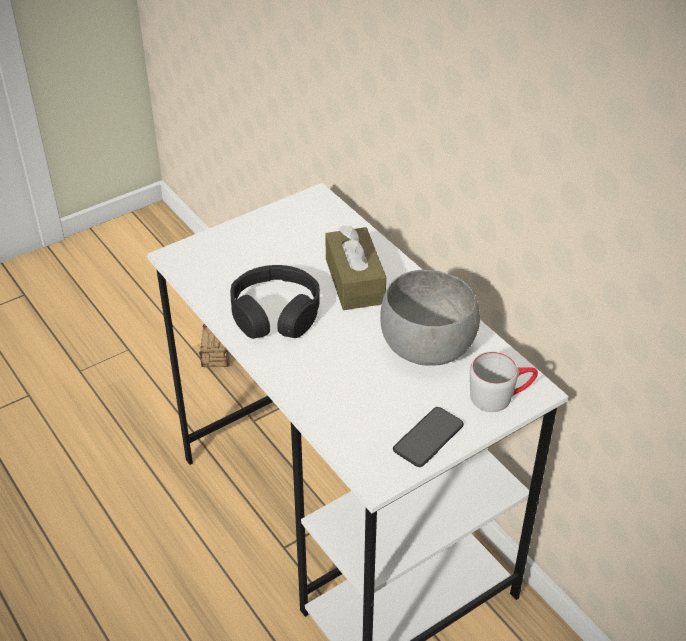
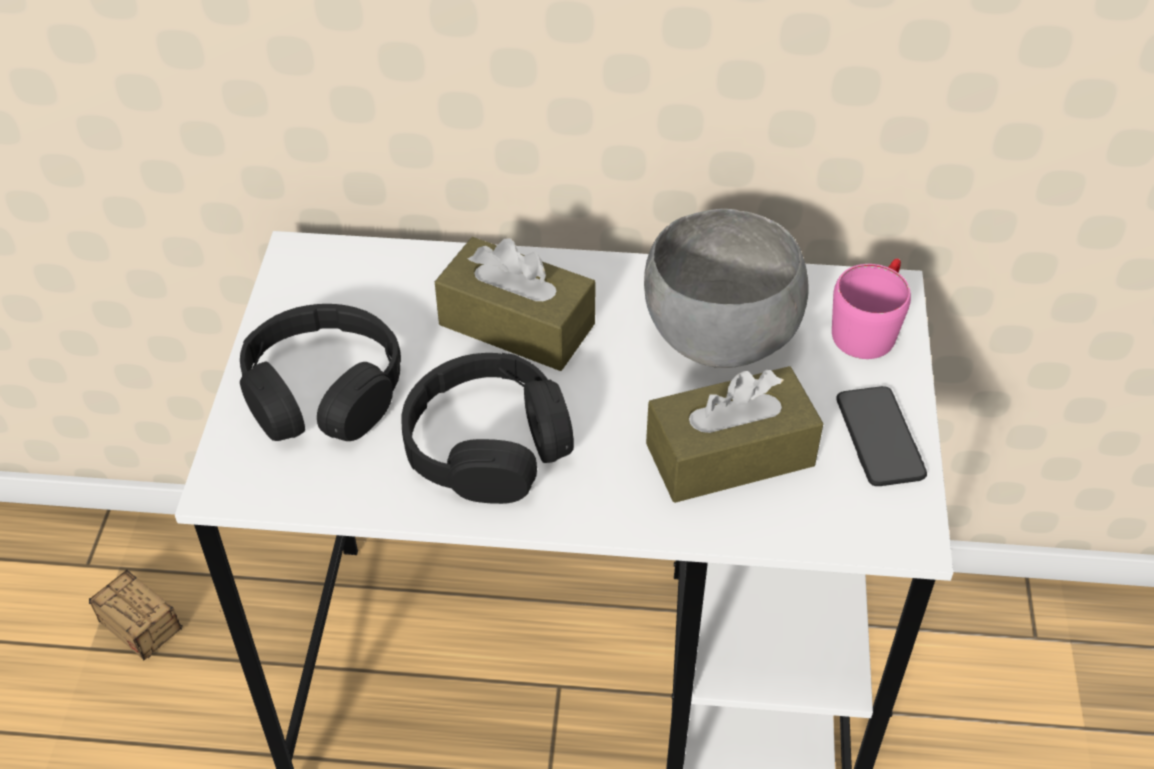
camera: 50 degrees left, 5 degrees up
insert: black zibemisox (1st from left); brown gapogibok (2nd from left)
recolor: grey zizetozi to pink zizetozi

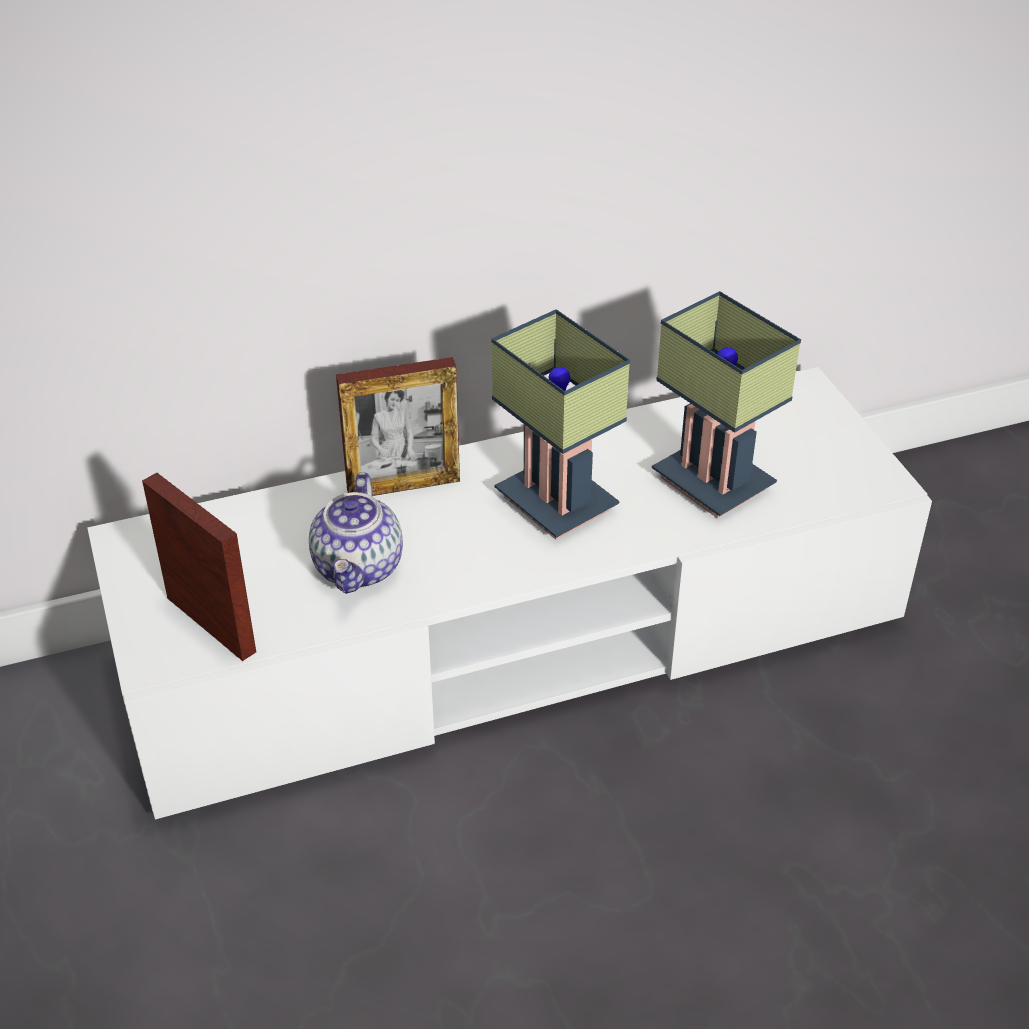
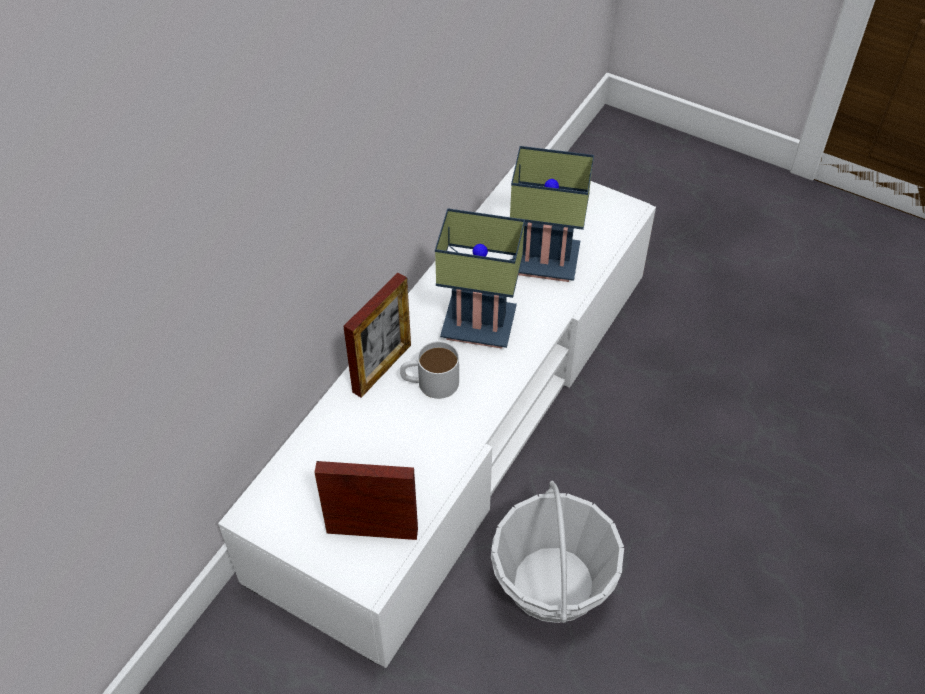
camera: 40 degrees left, 10 degrees up
delete: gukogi
insert: white zizetozi; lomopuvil

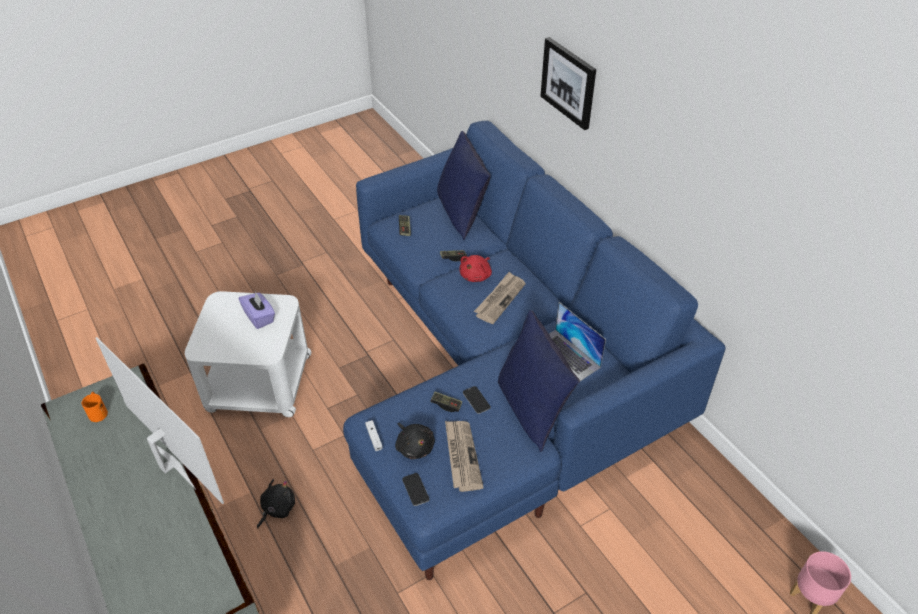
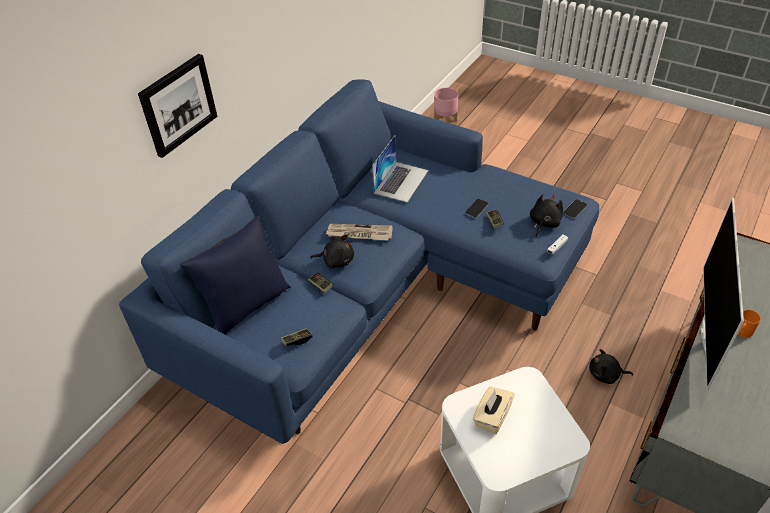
camera: 115 degrees left, 0 degrees up
delete: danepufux (1st from left); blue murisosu (2nd from left)
move: orange zizetozi
recolor: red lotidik to black lotidik (1st from left); purple gapogibok to beige gapogibok

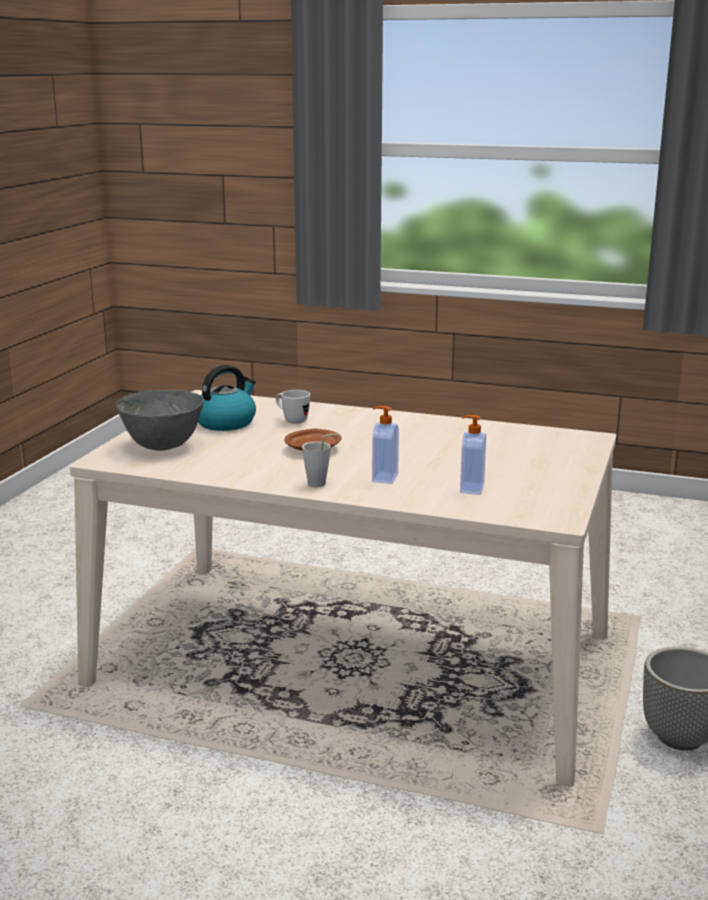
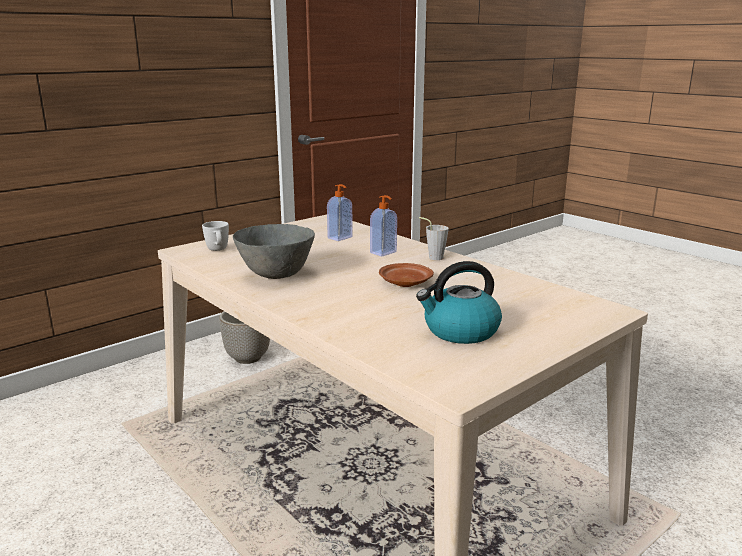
camera: 150 degrees left, 0 degrees up
move: white zizetozi; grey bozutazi

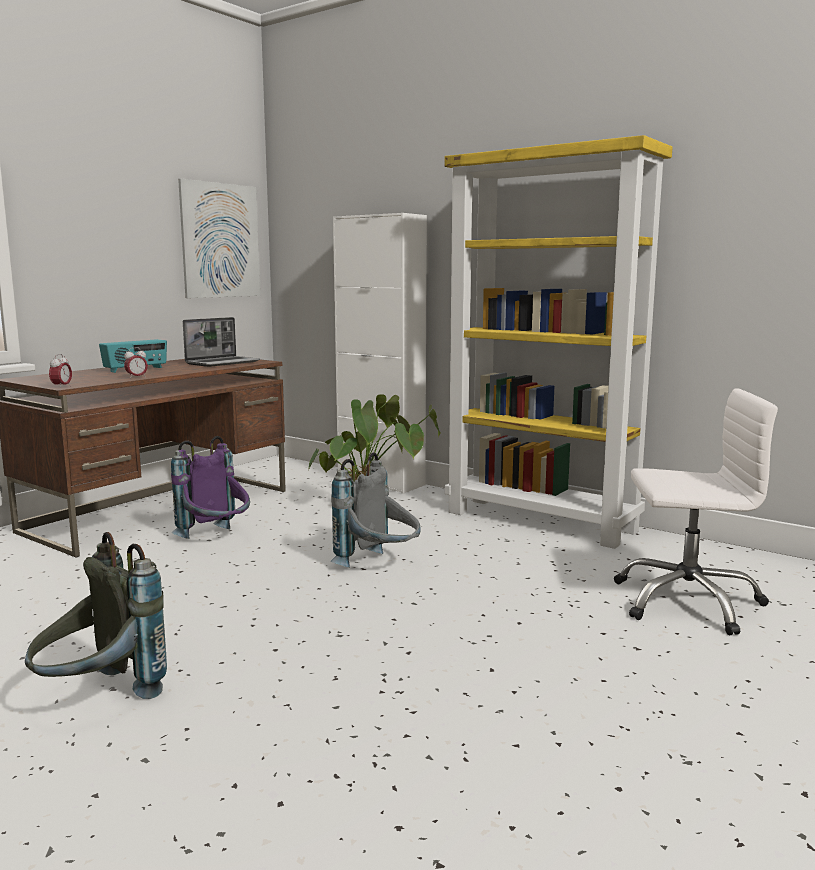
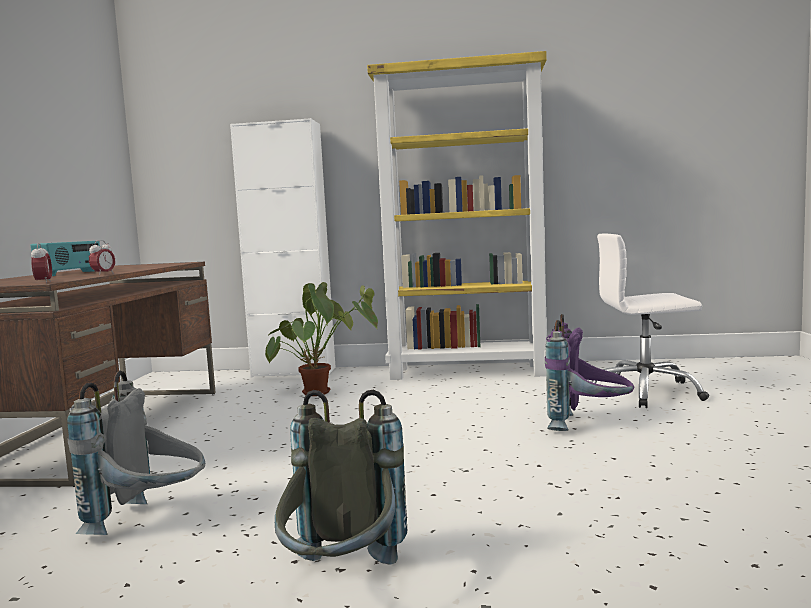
camera: 30 degrees left, 5 degrees down
delete: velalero; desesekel
move: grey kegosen (2nd from left in the first image) to grey kegosen (1st from left); purple kegosen
rotate: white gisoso 150 degrees counterclockwise

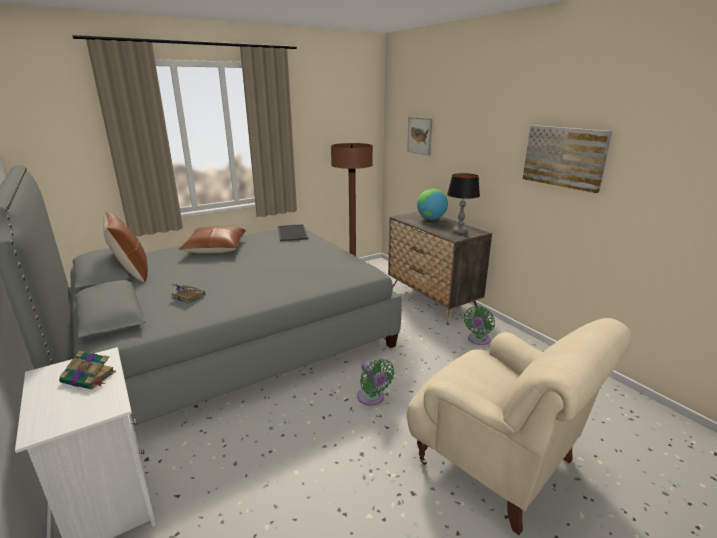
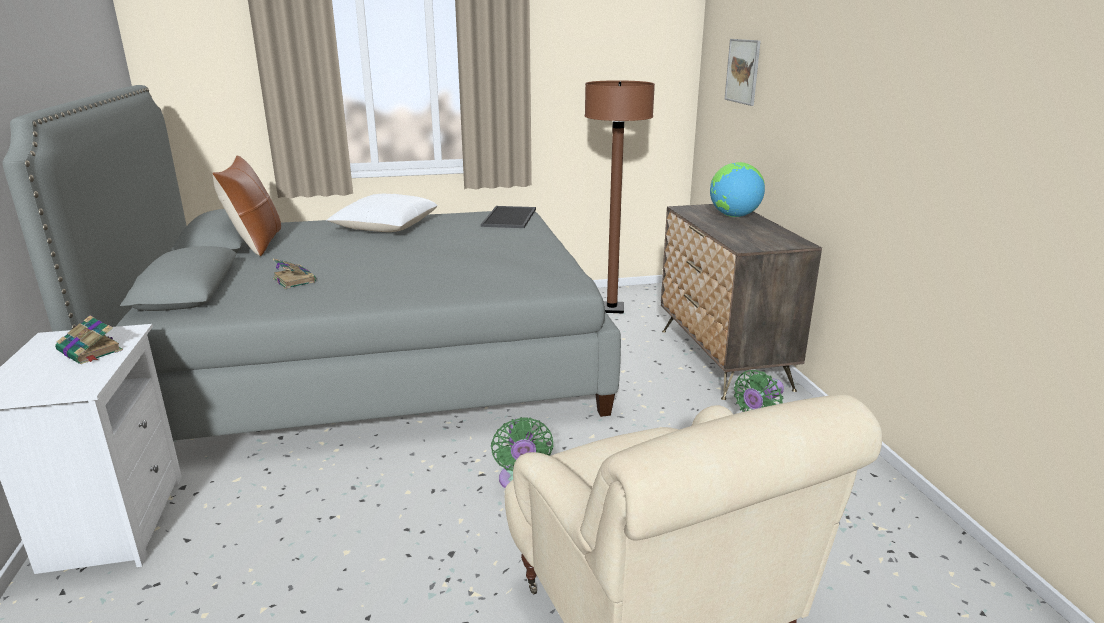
camera: 20 degrees right, 0 degrees up
delete: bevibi; velalero (2nd from left)
recolor: brown murisosu (2nd from left) to white murisosu

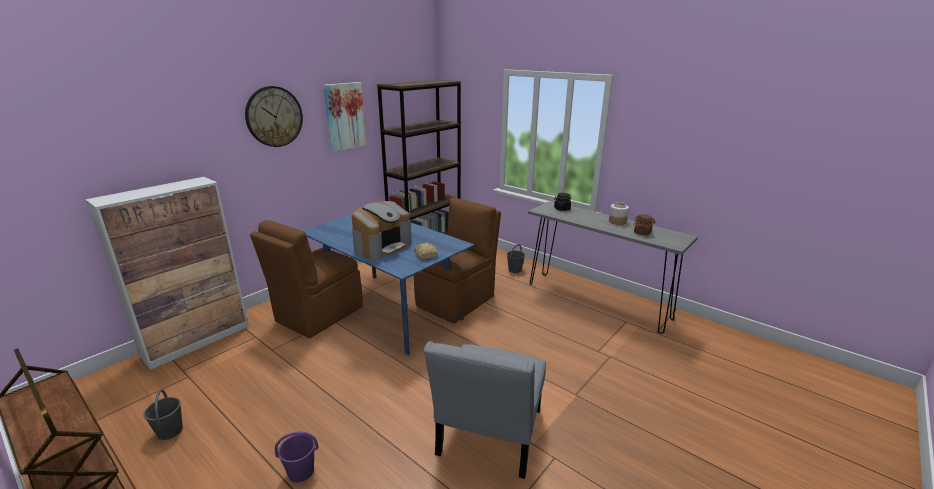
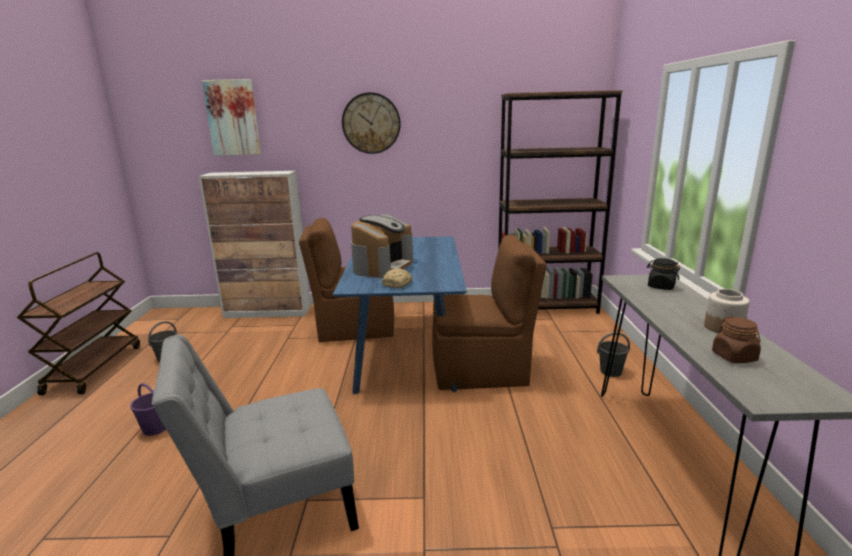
camera: 50 degrees right, 5 degrees down
move: velalero
rotate: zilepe 60 degrees counterclockwise

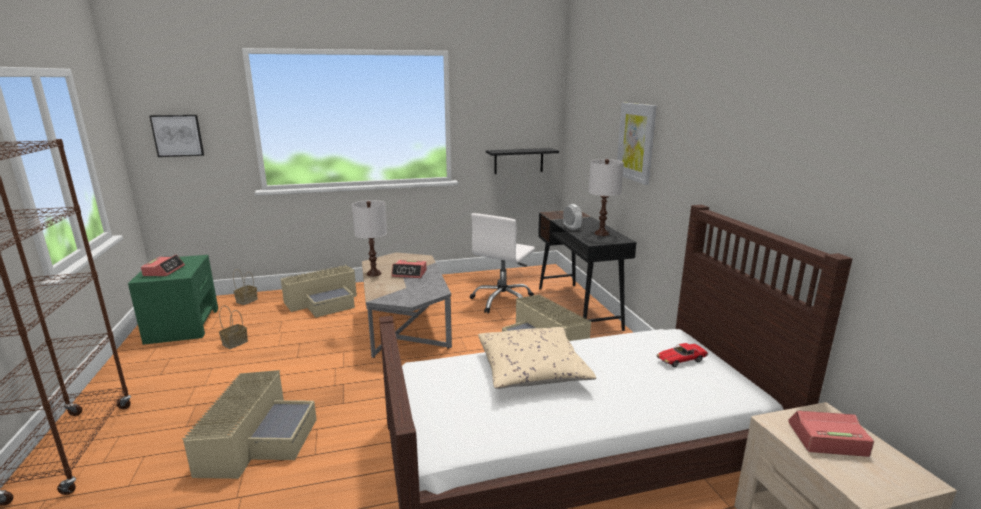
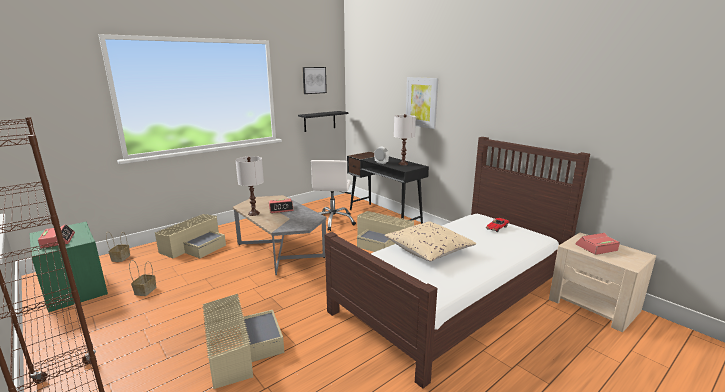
camera: 25 degrees left, 0 degrees up
move: velalero (1st from left)

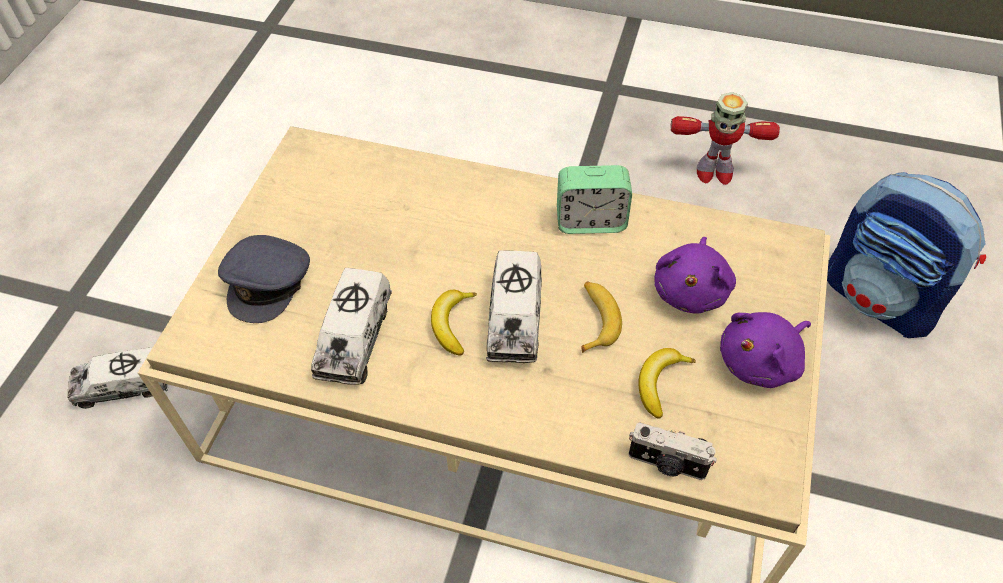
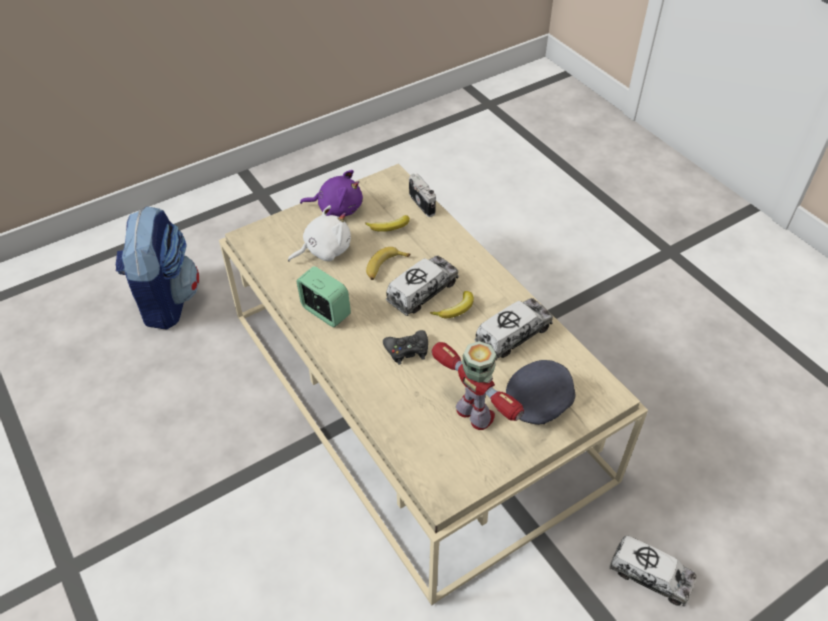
camera: 140 degrees left, 5 degrees down
insert: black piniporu
move: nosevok
recolor: purple lotidik (1st from left) to white lotidik

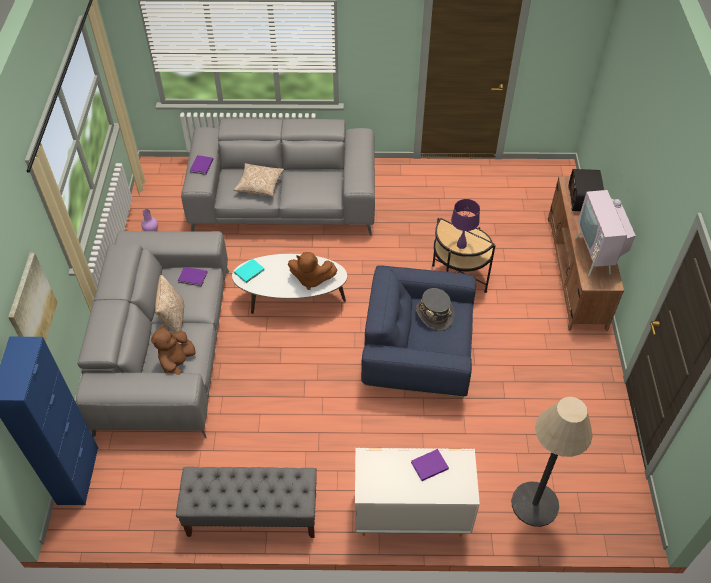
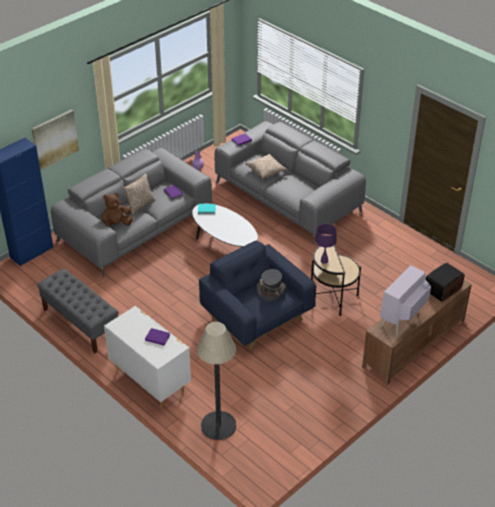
camera: 45 degrees right, 10 degrees down
delete: brown lotidik (2nd from left)

